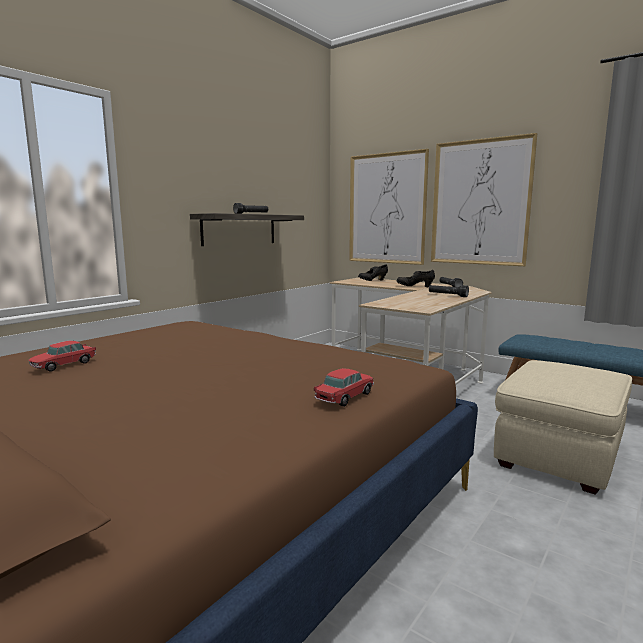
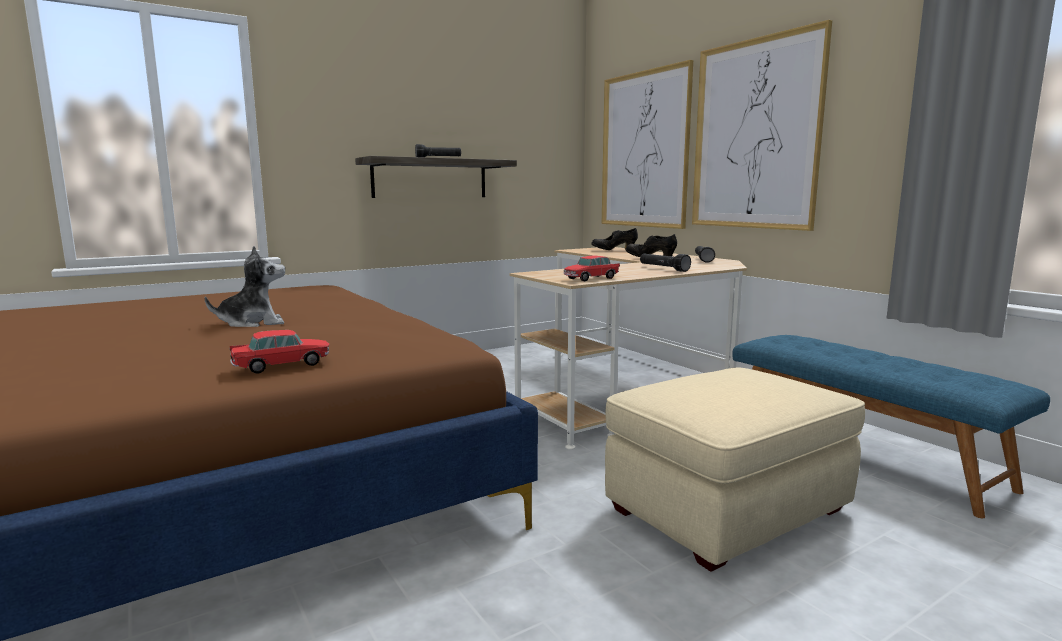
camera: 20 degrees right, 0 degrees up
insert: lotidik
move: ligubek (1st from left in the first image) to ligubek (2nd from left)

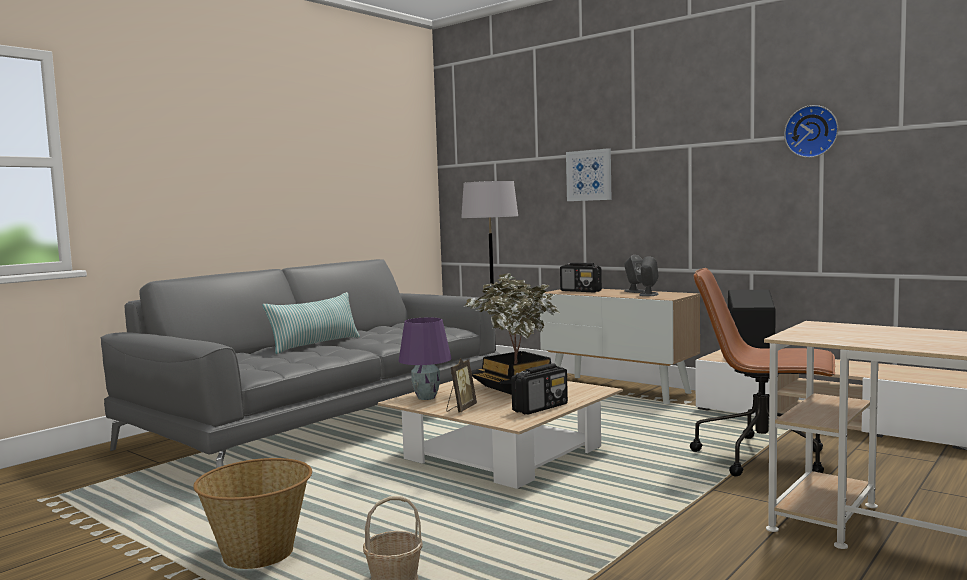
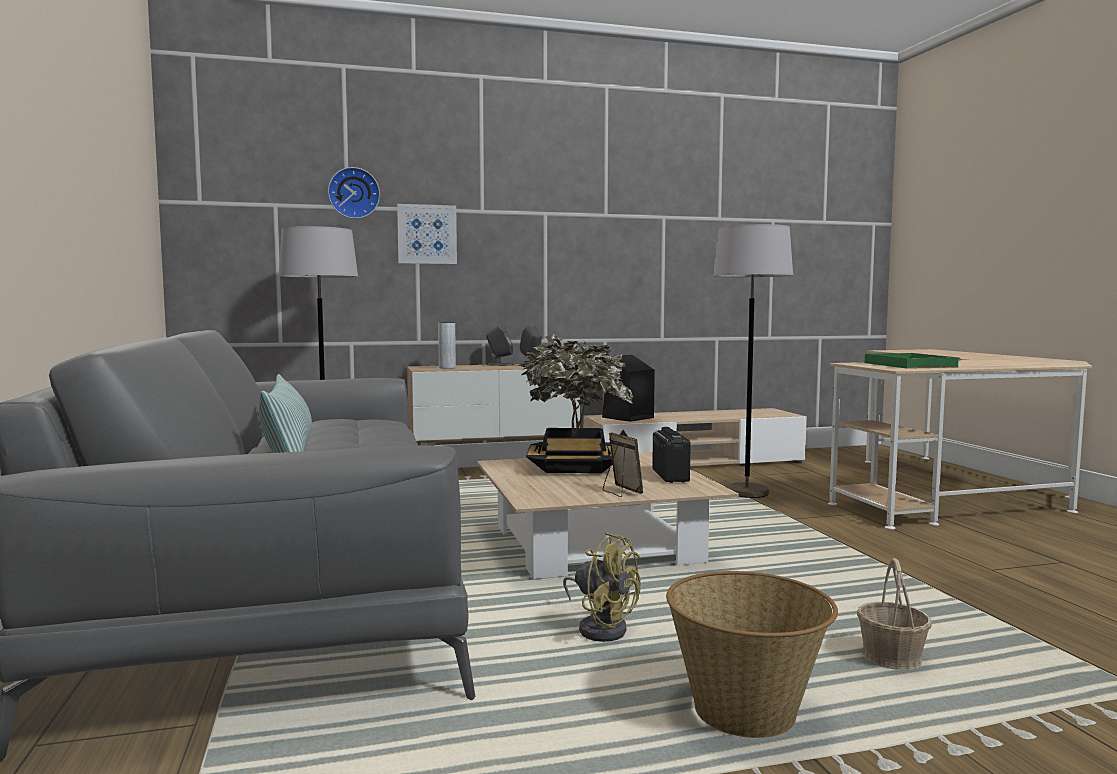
camera: 55 degrees left, 0 degrees up
delete: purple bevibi
insert: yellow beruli; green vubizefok
move: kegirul
replace: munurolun (2nd from left) to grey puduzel; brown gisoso to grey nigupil (2nd from left)

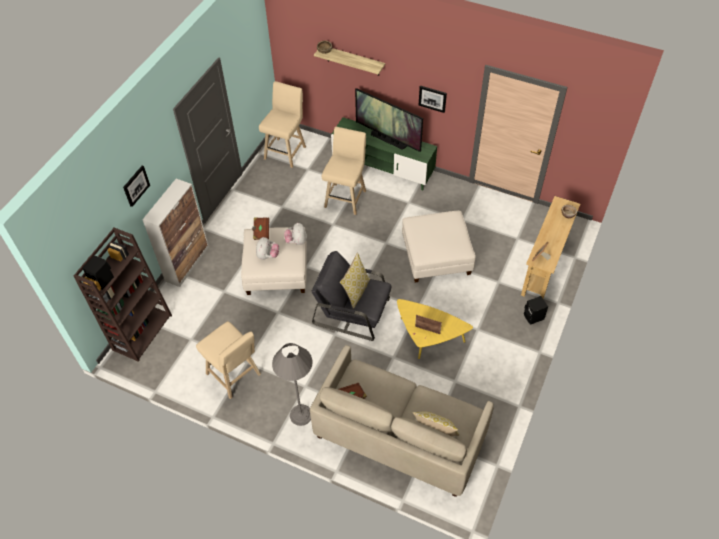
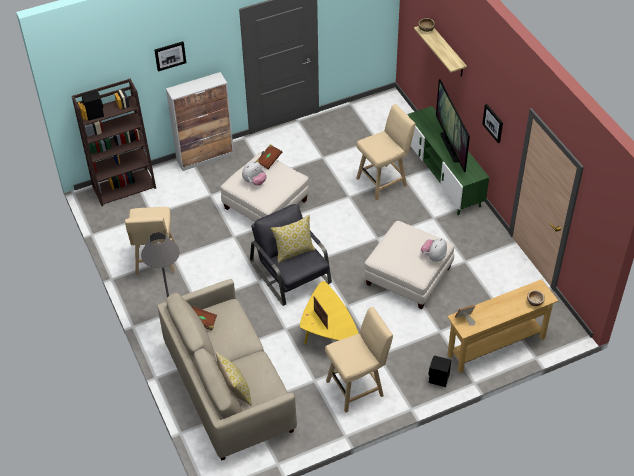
camera: 40 degrees right, 5 degrees down
move: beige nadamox (2nd from left); lotidik (2nd from left)

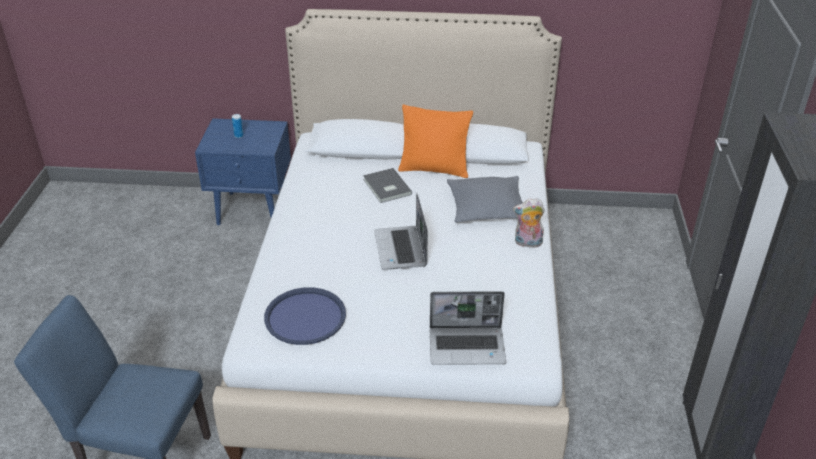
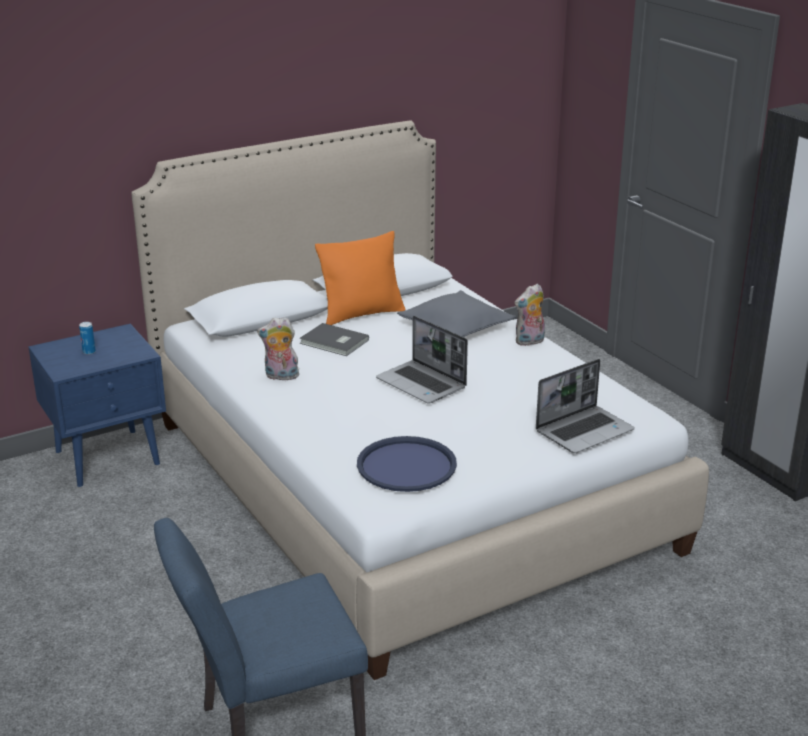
camera: 35 degrees left, 10 degrees down
insert: lotidik (1st from left)

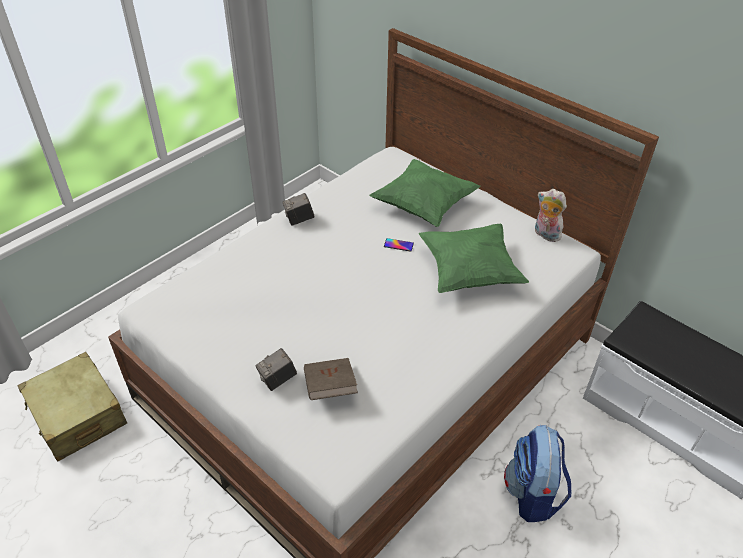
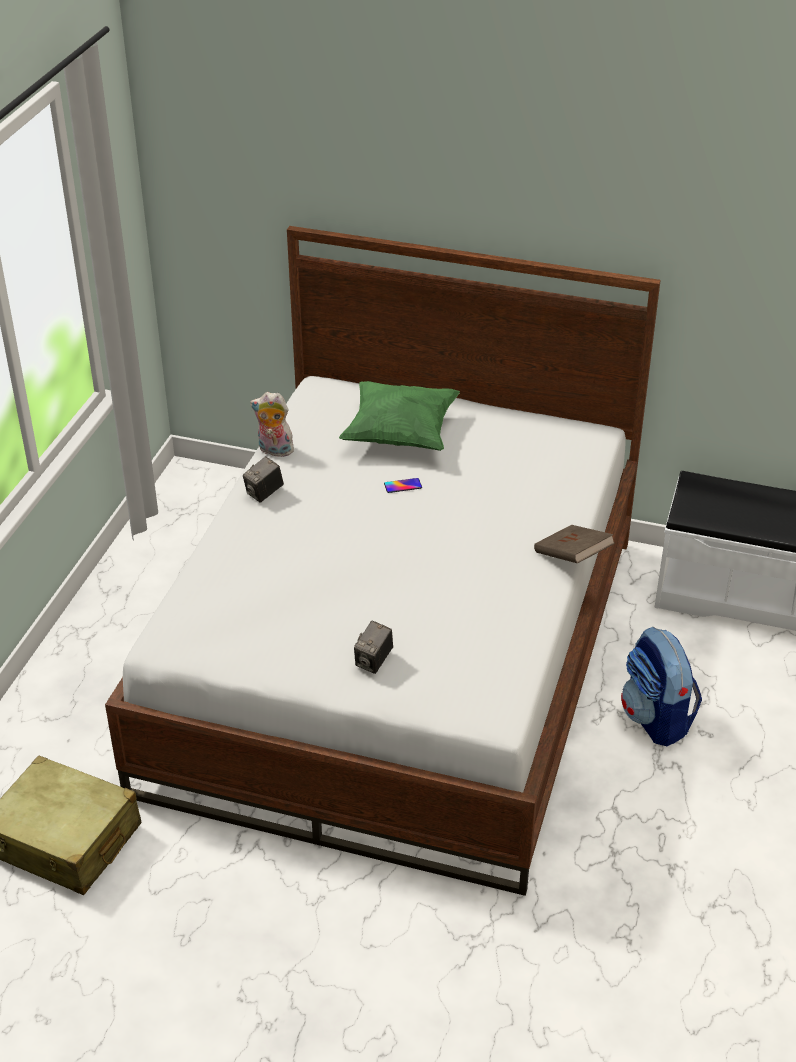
camera: 25 degrees left, 5 degrees down
delete: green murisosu (2nd from left)
move: lotidik; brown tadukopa

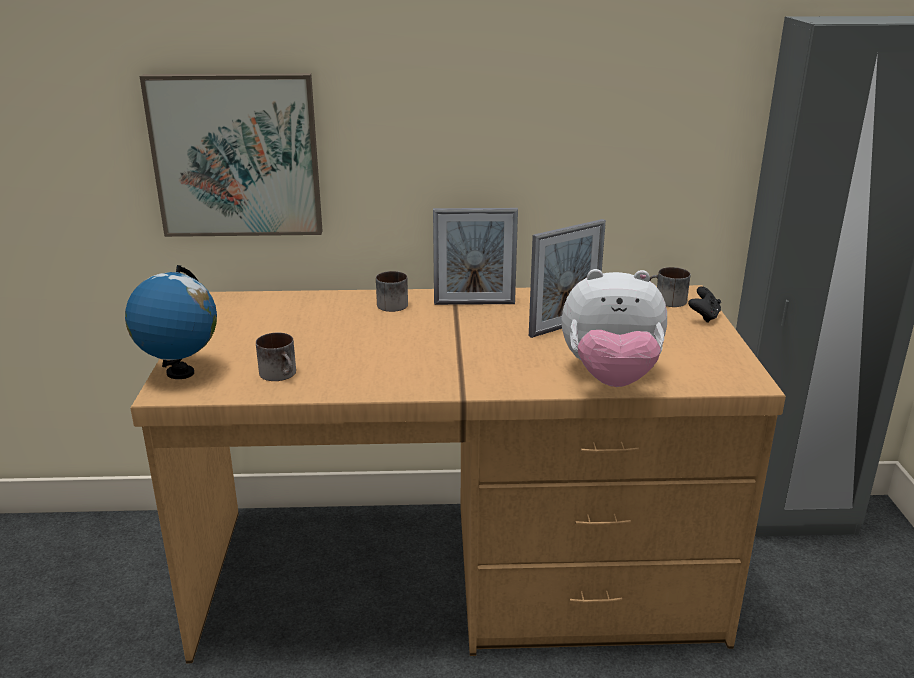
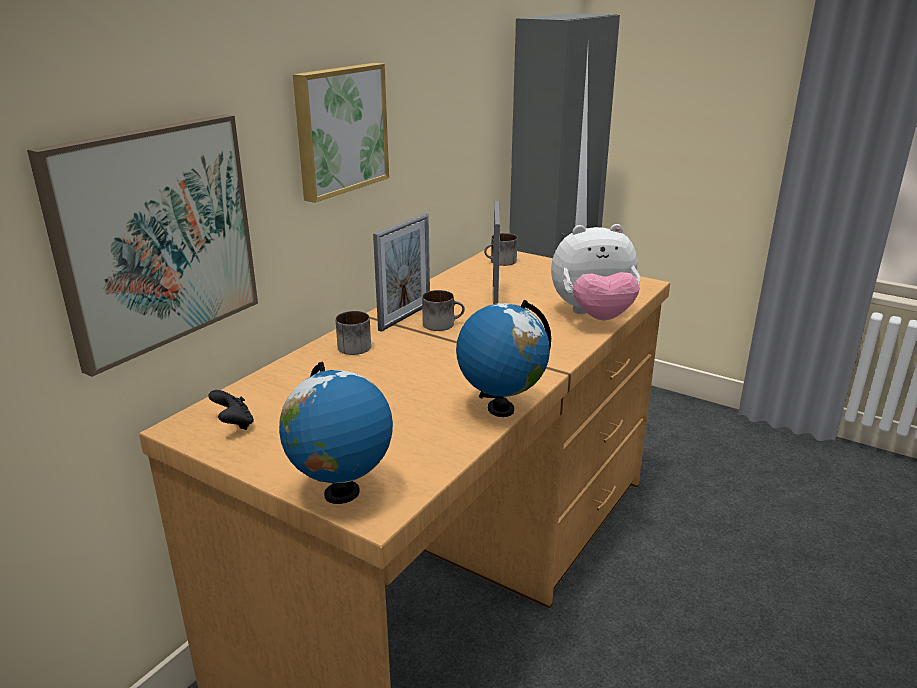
camera: 55 degrees left, 0 degrees up
insert: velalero (2nd from left); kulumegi (2nd from left)
move: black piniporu; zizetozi (1st from left in the first image) to zizetozi (2nd from left)
rotate: lotidik 45 degrees clockwise

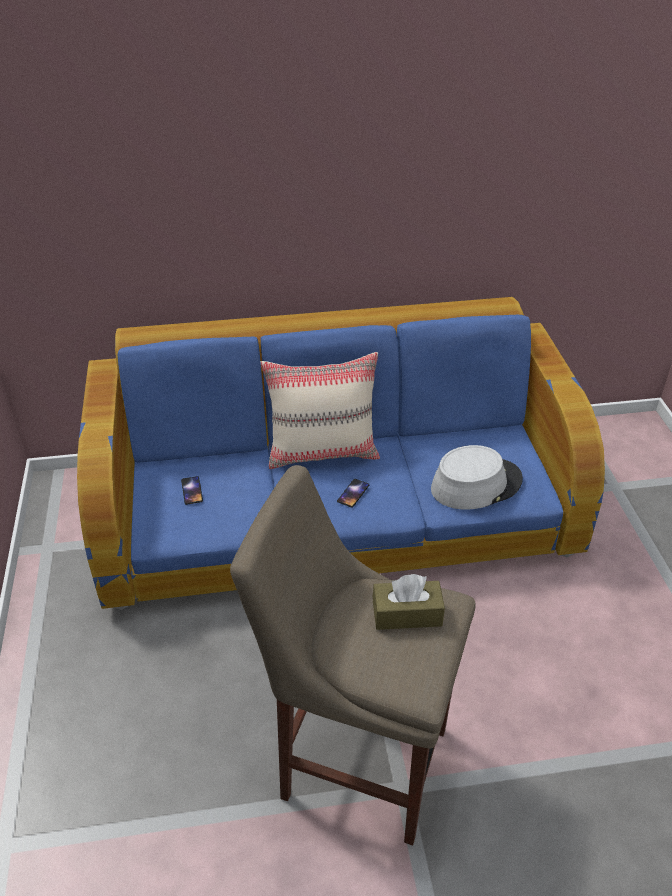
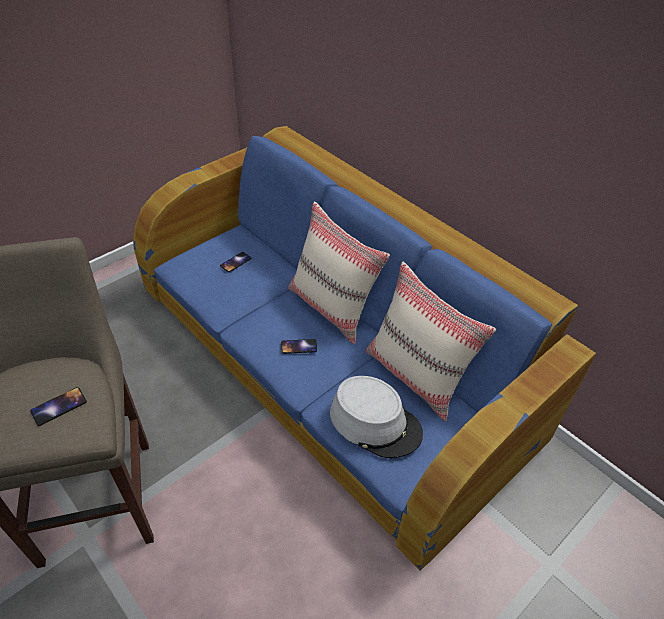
camera: 55 degrees right, 5 degrees up
insert: beige murisosu (2nd from left)
replace: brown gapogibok to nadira (1st from left)

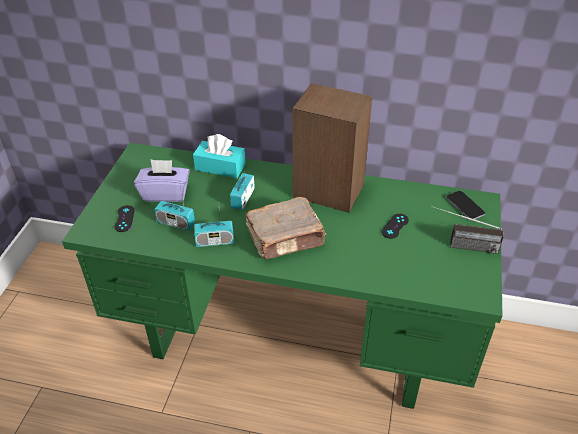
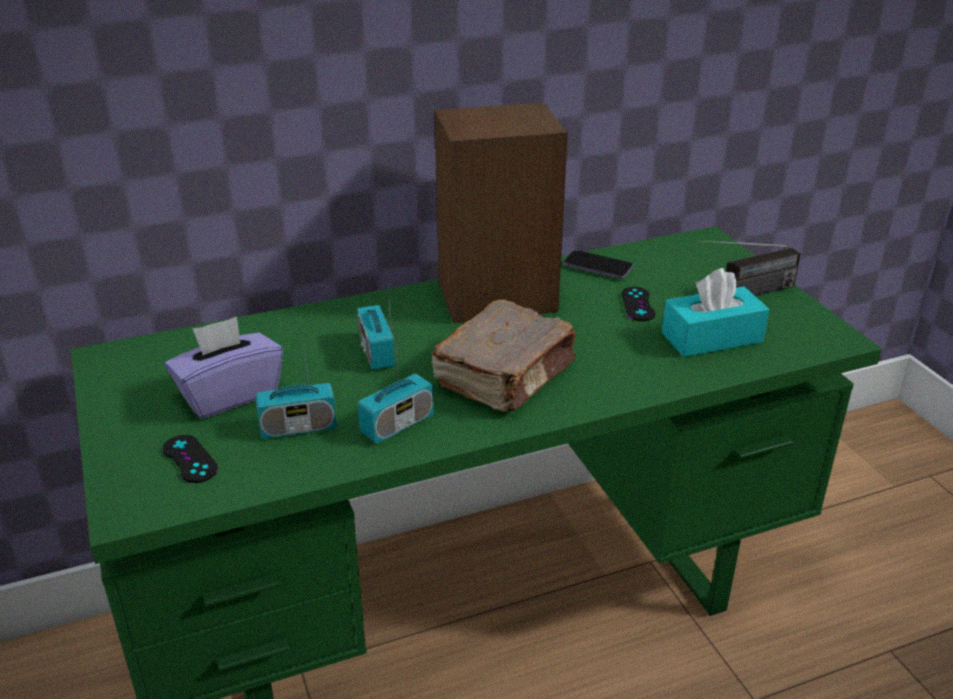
camera: 35 degrees left, 10 degrees down
move: nadira; turquoise gapogibok

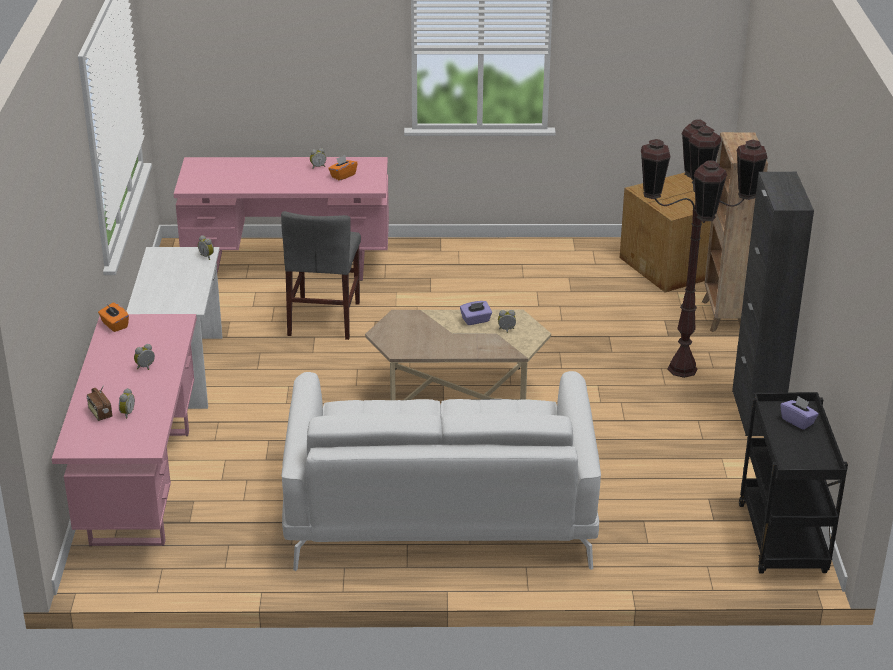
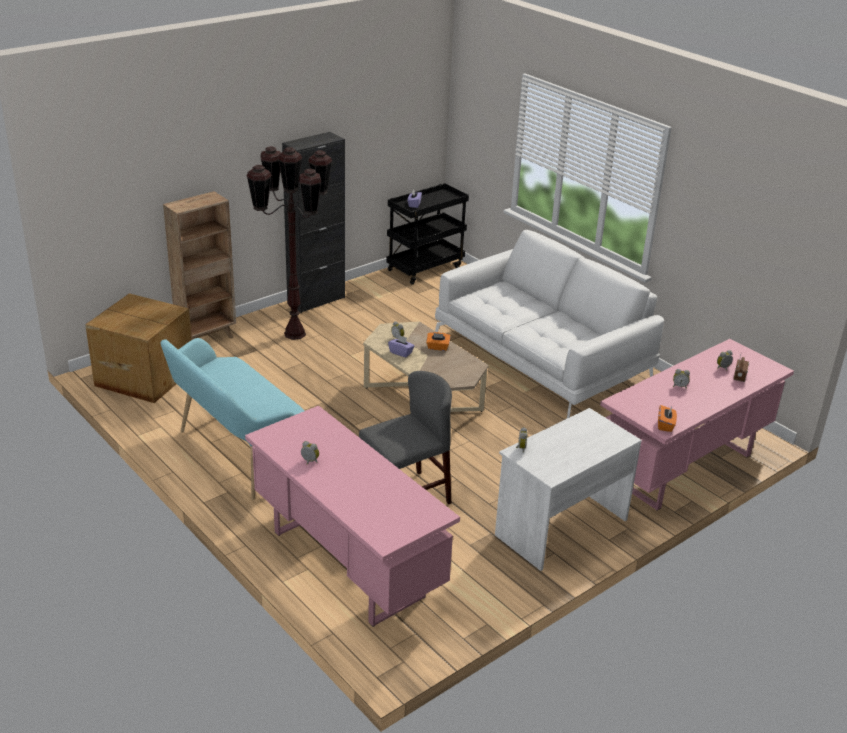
camera: 130 degrees left, 0 degrees up
insert: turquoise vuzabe
move: orange gapogibok (2nd from left in the first image) to orange gapogibok (1st from left)

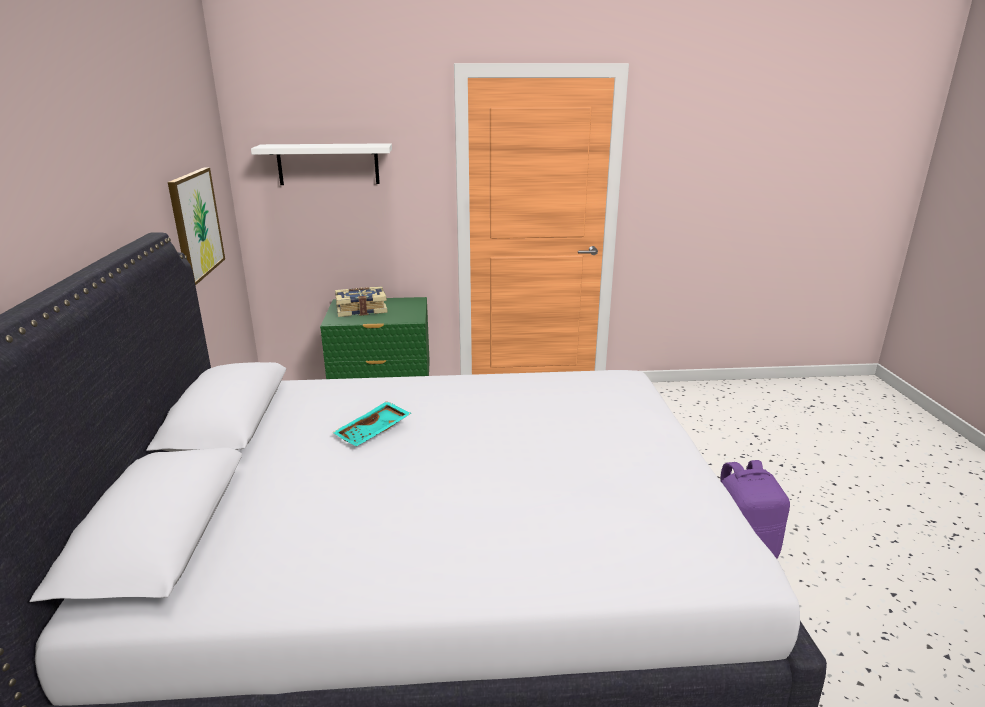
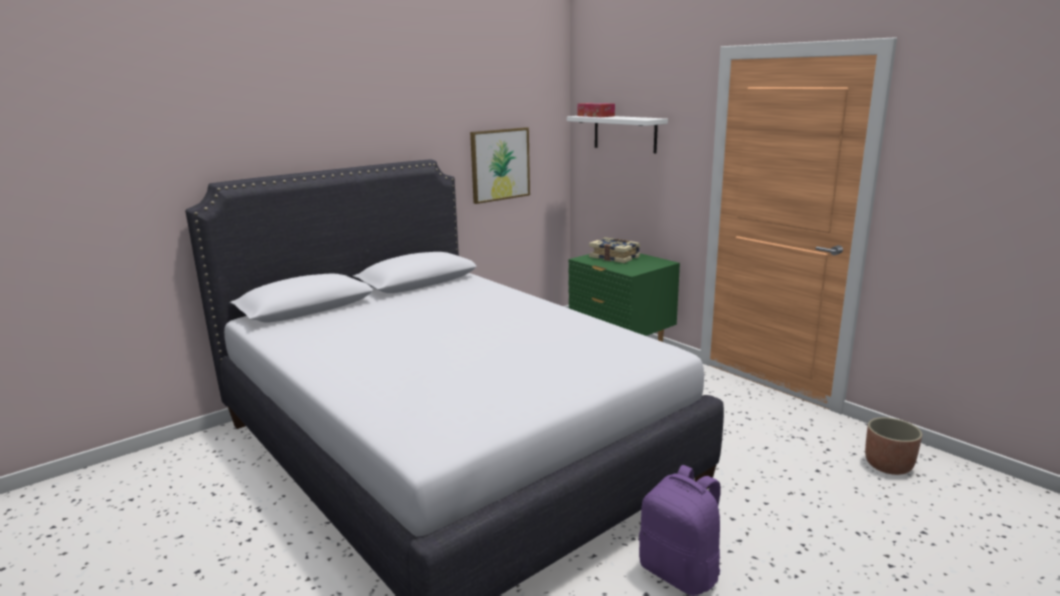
camera: 55 degrees right, 5 degrees down
delete: turquoise vubizefok
insert: gapogibok; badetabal

